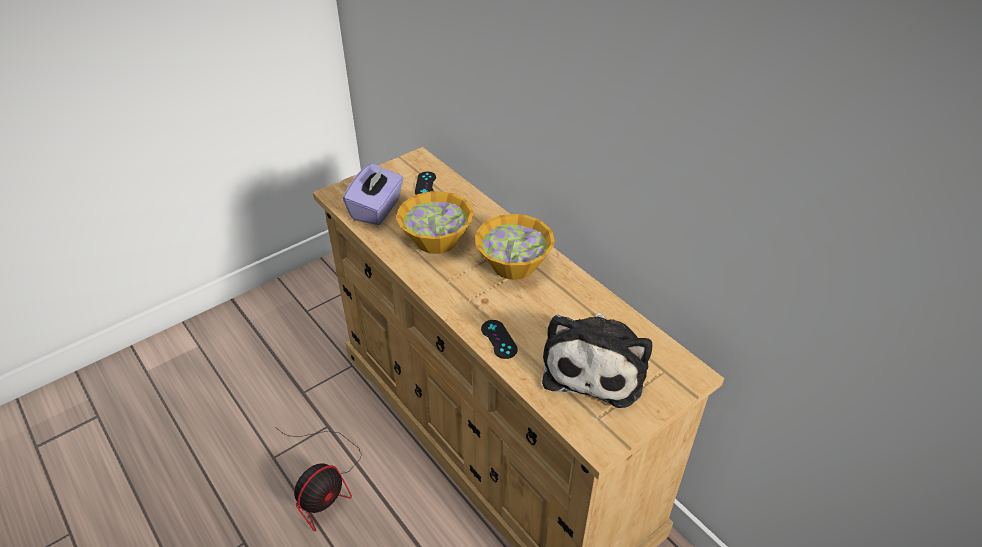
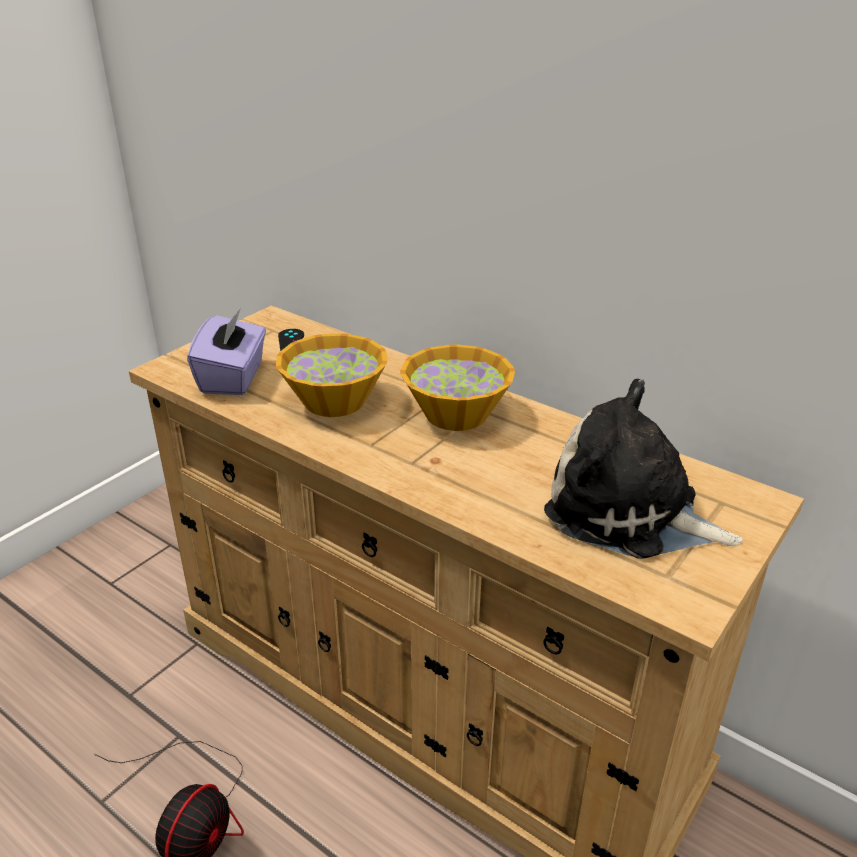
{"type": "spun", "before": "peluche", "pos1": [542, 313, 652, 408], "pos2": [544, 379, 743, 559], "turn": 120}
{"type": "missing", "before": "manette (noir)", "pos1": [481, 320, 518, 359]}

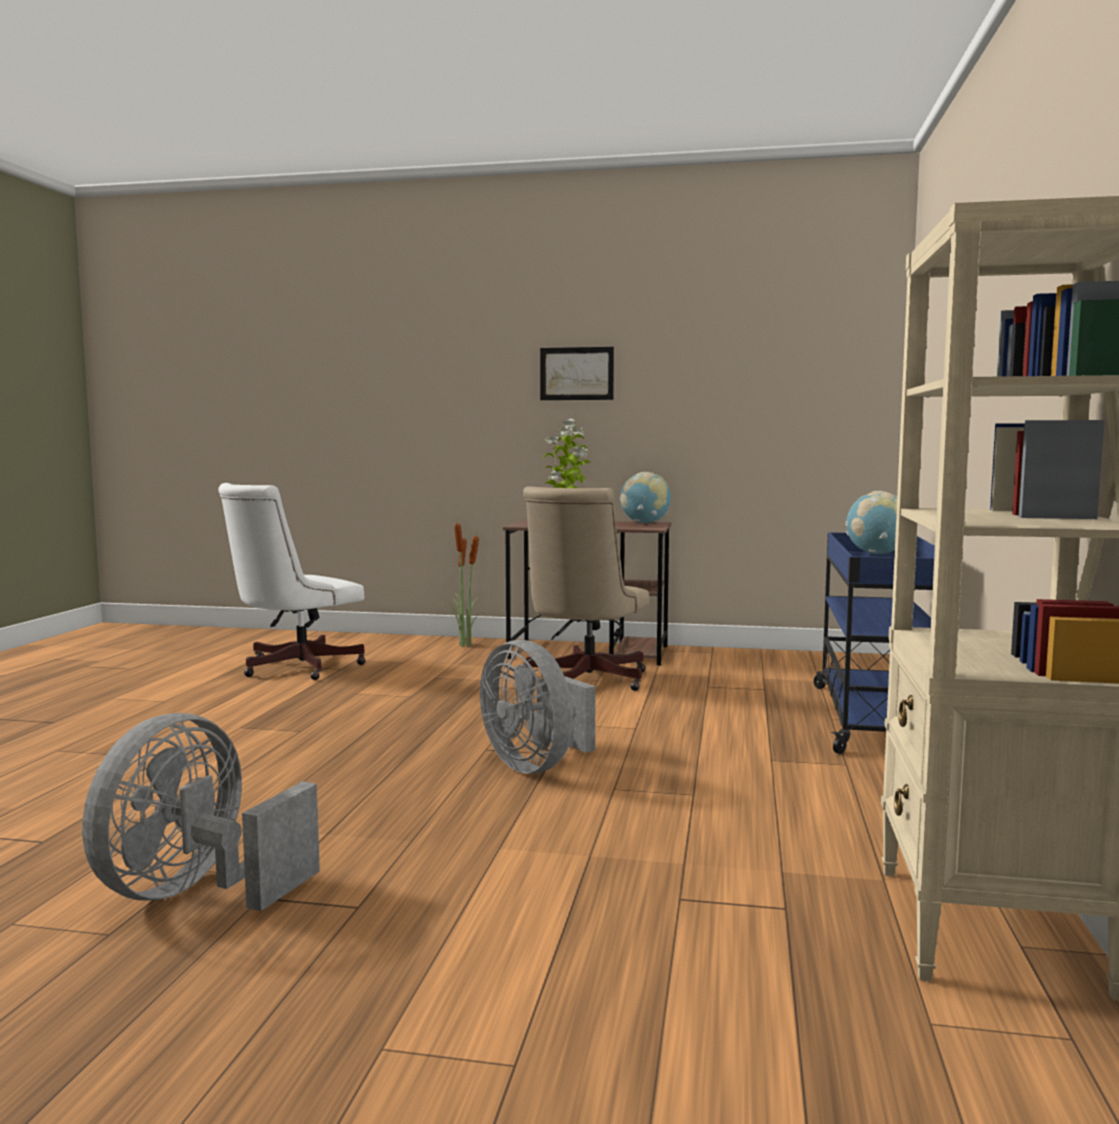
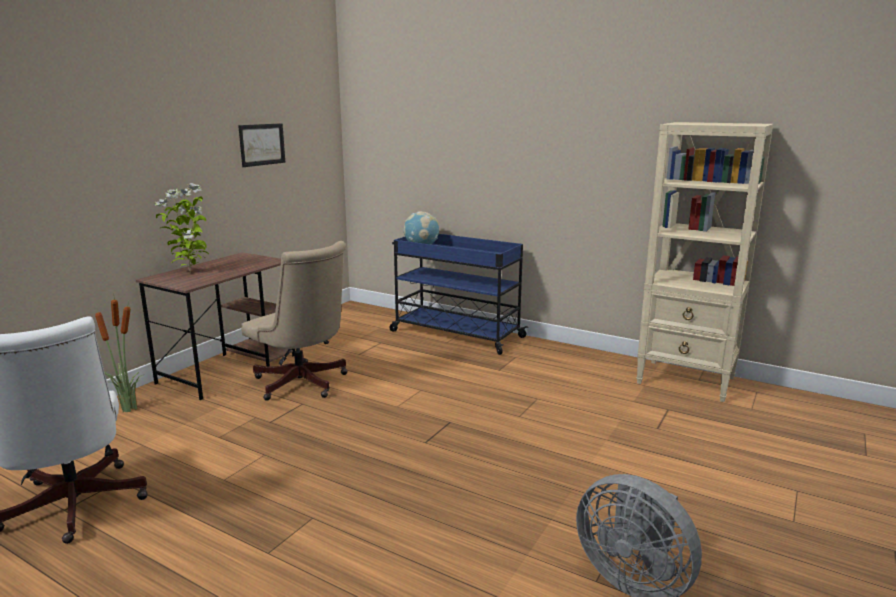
{"type": "relocated", "before": "tableau", "pos1": [540, 347, 614, 400], "pos2": [238, 123, 285, 167]}
{"type": "missing", "before": "ventilateur (gris)", "pos1": [480, 640, 596, 774]}
{"type": "missing", "before": "globe", "pos1": [620, 472, 671, 523]}

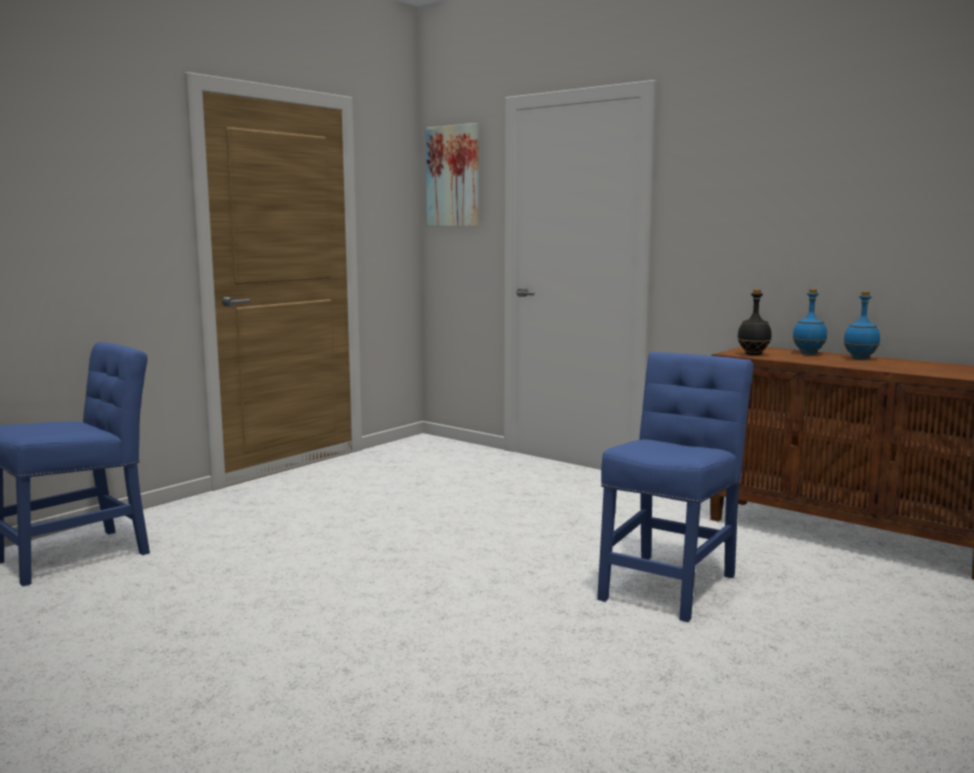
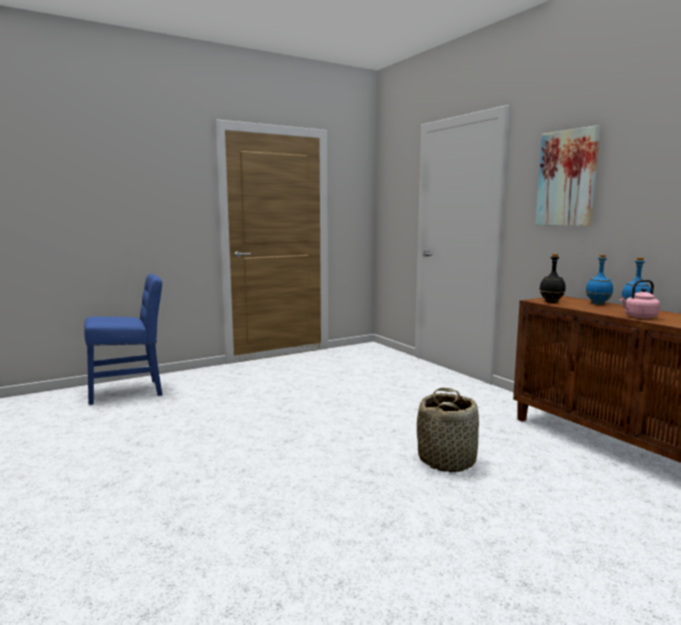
{"type": "exchanged", "before": "chaise (bleu)", "after": "panier", "pos1": [597, 352, 753, 622], "pos2": [417, 388, 479, 472]}
{"type": "relocated", "before": "tableau", "pos1": [426, 123, 479, 226], "pos2": [535, 125, 600, 226]}
{"type": "appeared", "after": "bouilloire (rose)", "pos2": [619, 280, 660, 319]}

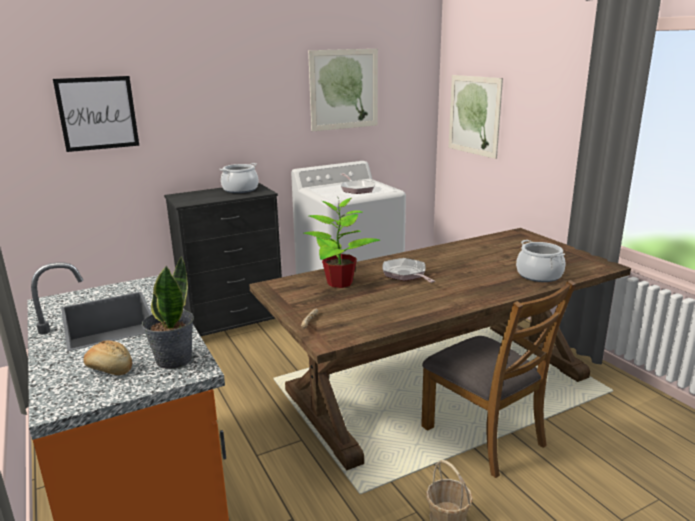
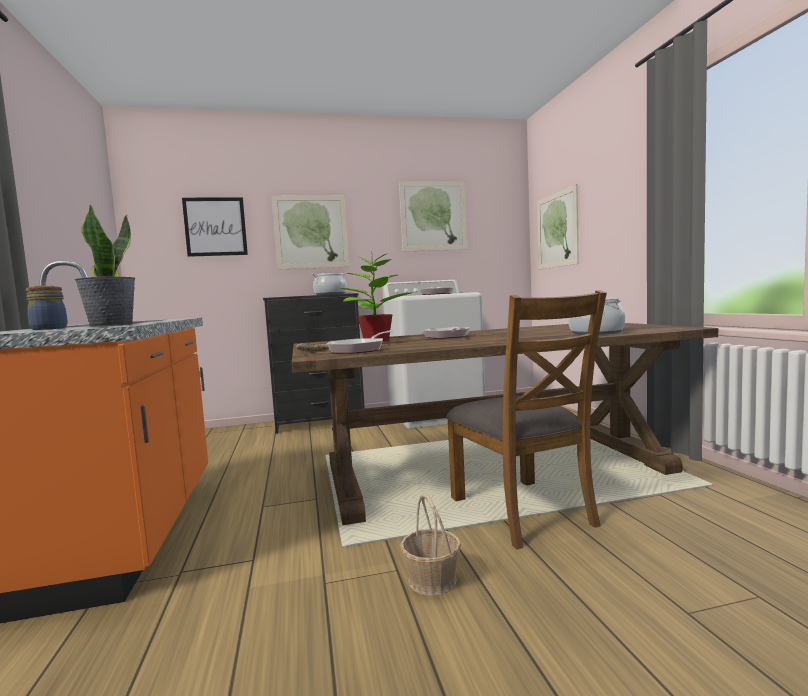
{"type": "exchanged", "before": "pain", "after": "bocal", "pos1": [84, 340, 132, 375], "pos2": [26, 286, 68, 330]}
{"type": "appeared", "after": "tableau", "pos2": [272, 195, 350, 270]}
{"type": "appeared", "after": "poêle", "pos2": [327, 331, 393, 354]}

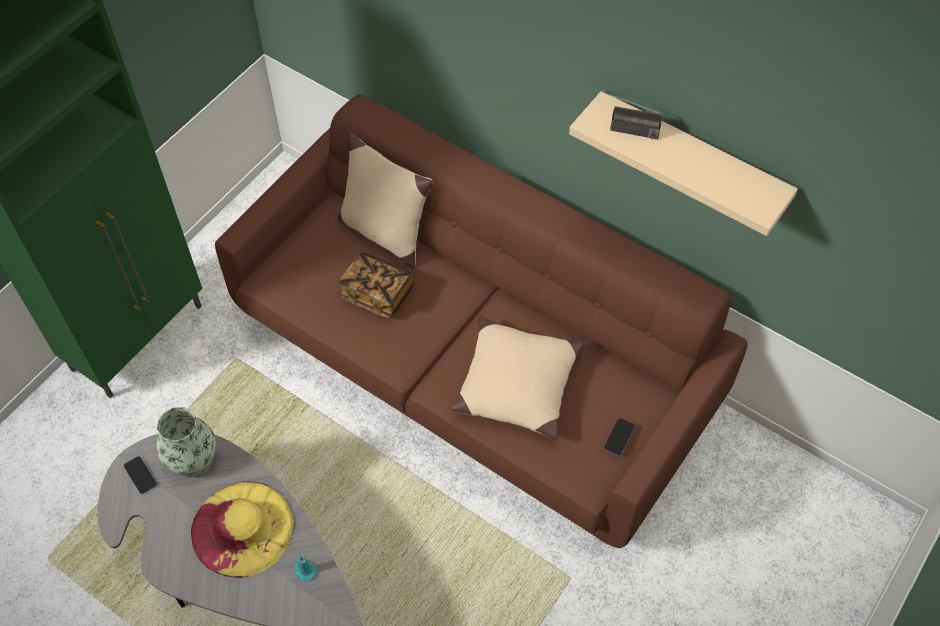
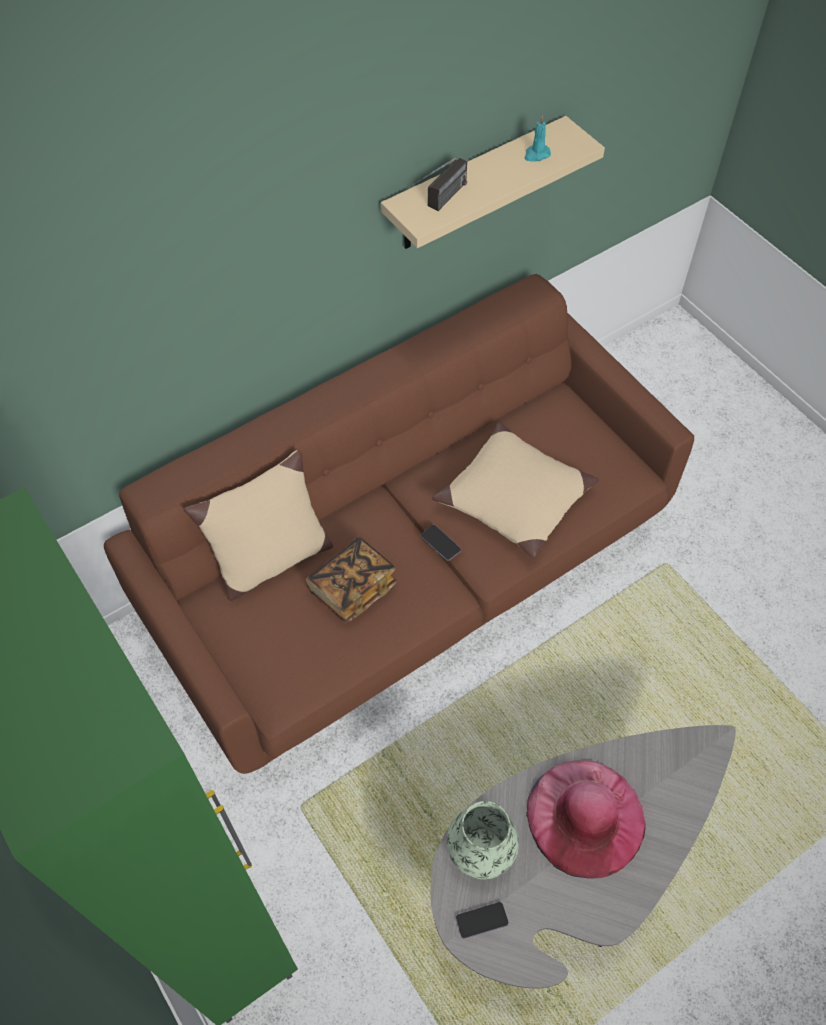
{"type": "relocated", "before": "téléphone", "pos1": [604, 418, 635, 456], "pos2": [421, 525, 461, 561]}
{"type": "relocated", "before": "bougie (turquoise)", "pos1": [294, 555, 317, 582], "pos2": [525, 115, 551, 162]}
{"type": "colour", "before": "chapeau (jaune)", "after": "chapeau (rose)", "pos1": [191, 481, 294, 578], "pos2": [526, 760, 646, 879]}

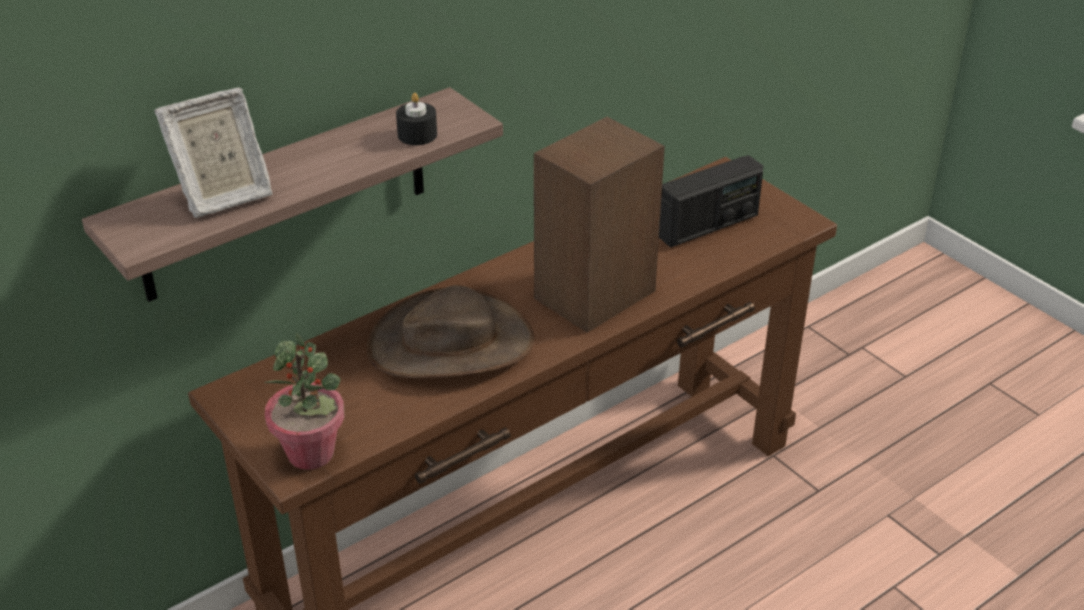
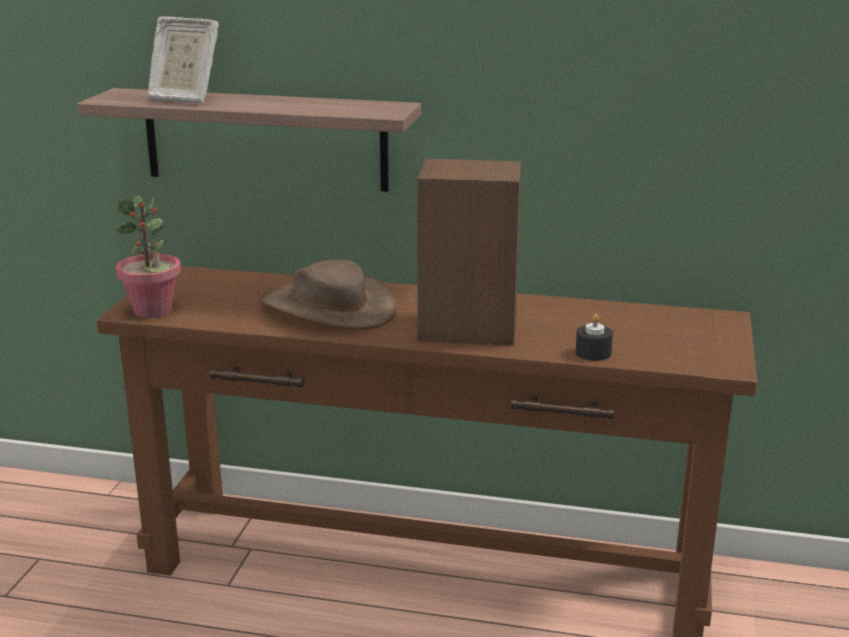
{"type": "relocated", "before": "bougie (noir)", "pos1": [396, 93, 437, 145], "pos2": [576, 314, 613, 361]}
{"type": "missing", "before": "radio", "pos1": [659, 155, 763, 247]}

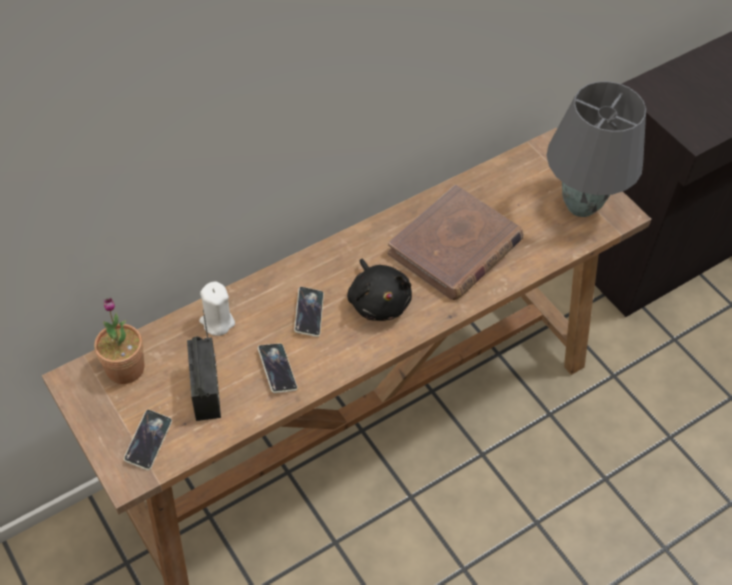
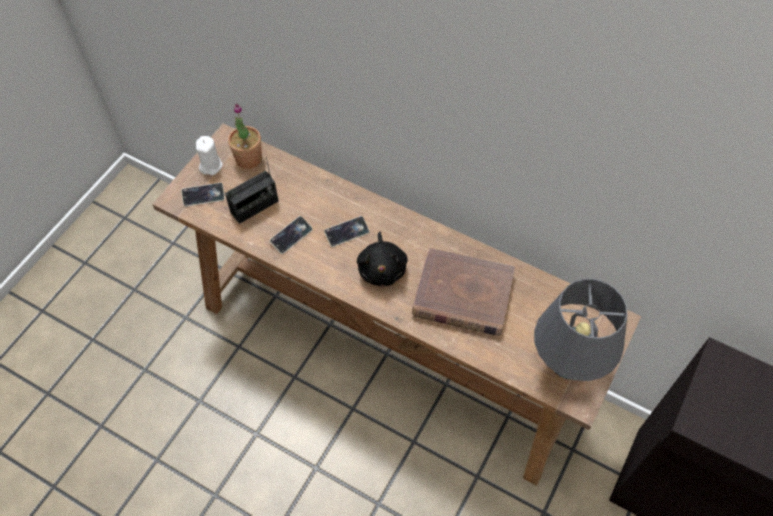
{"type": "relocated", "before": "bougie (blanc)", "pos1": [199, 282, 235, 336], "pos2": [196, 136, 223, 175]}
{"type": "spun", "before": "peluche (noir)", "pos1": [347, 259, 412, 321], "pos2": [357, 232, 408, 286], "turn": -45}

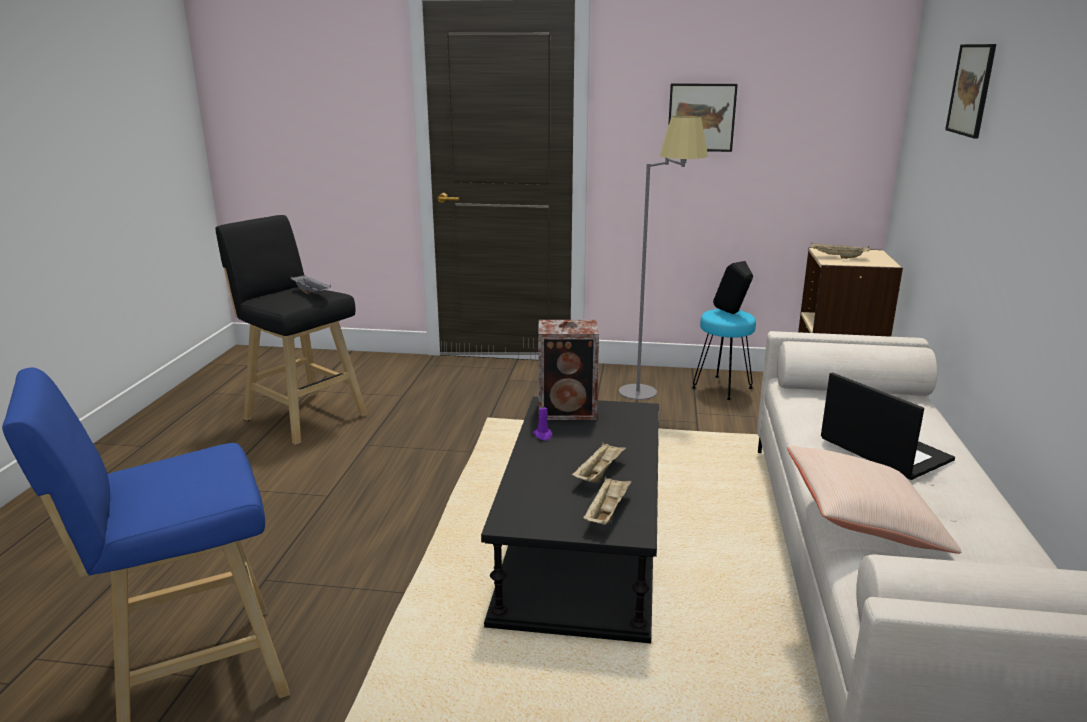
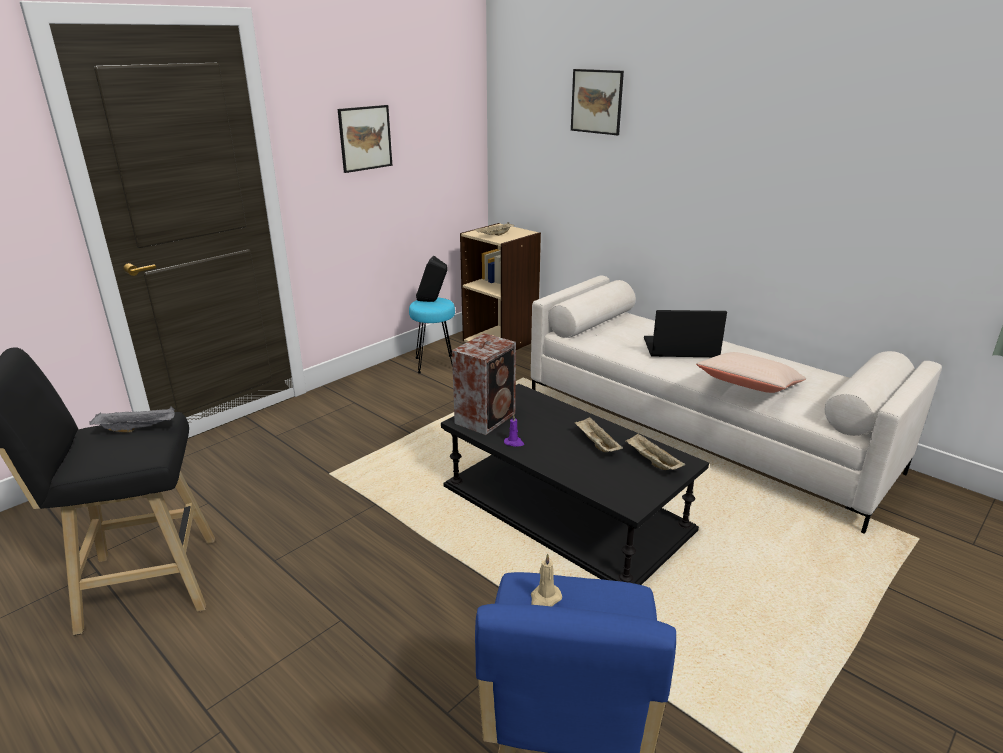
{"type": "appeared", "after": "bougie (beige)", "pos2": [531, 553, 562, 606]}
{"type": "missing", "before": "lampadaire (gris)", "pos1": [619, 116, 708, 400]}

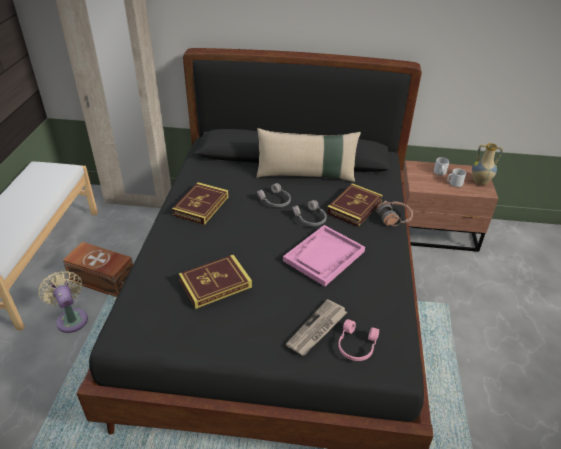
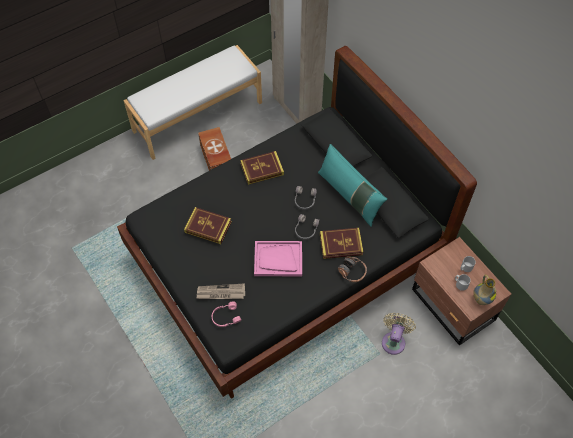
{"type": "colour", "before": "coussin (beige)", "after": "coussin (turquoise)", "pos1": [256, 128, 361, 182], "pos2": [318, 144, 387, 227]}
{"type": "relocated", "before": "ventilateur (beige)", "pos1": [38, 271, 88, 333], "pos2": [382, 313, 416, 355]}

